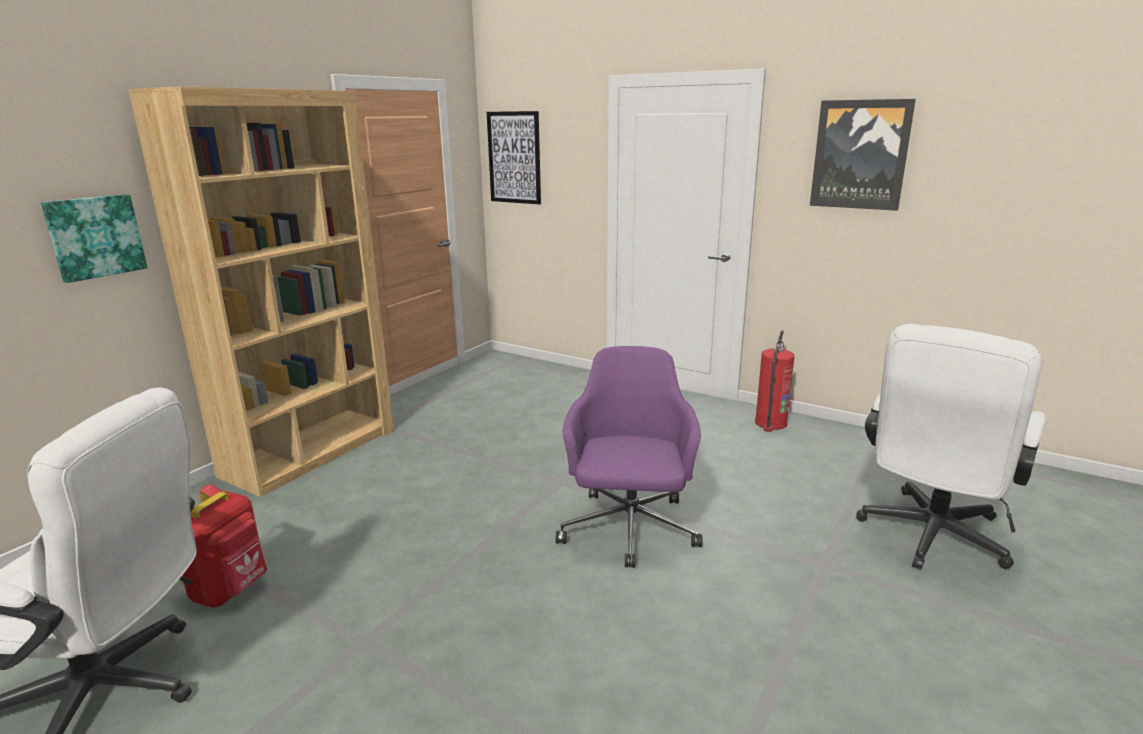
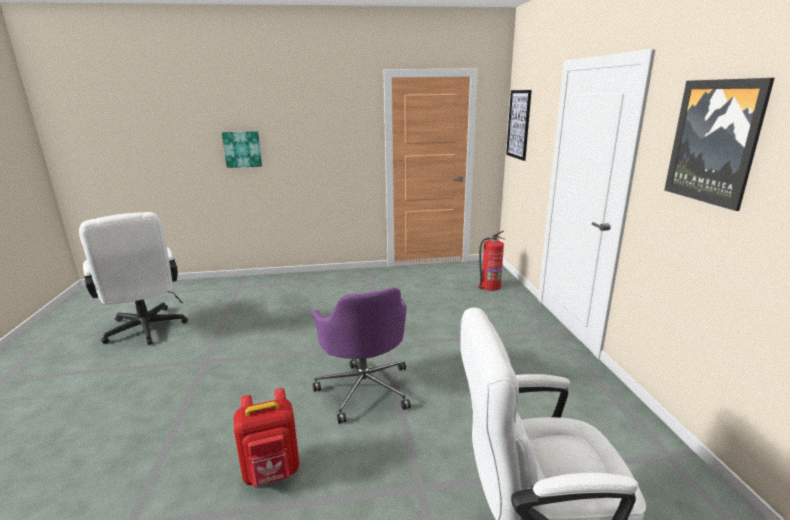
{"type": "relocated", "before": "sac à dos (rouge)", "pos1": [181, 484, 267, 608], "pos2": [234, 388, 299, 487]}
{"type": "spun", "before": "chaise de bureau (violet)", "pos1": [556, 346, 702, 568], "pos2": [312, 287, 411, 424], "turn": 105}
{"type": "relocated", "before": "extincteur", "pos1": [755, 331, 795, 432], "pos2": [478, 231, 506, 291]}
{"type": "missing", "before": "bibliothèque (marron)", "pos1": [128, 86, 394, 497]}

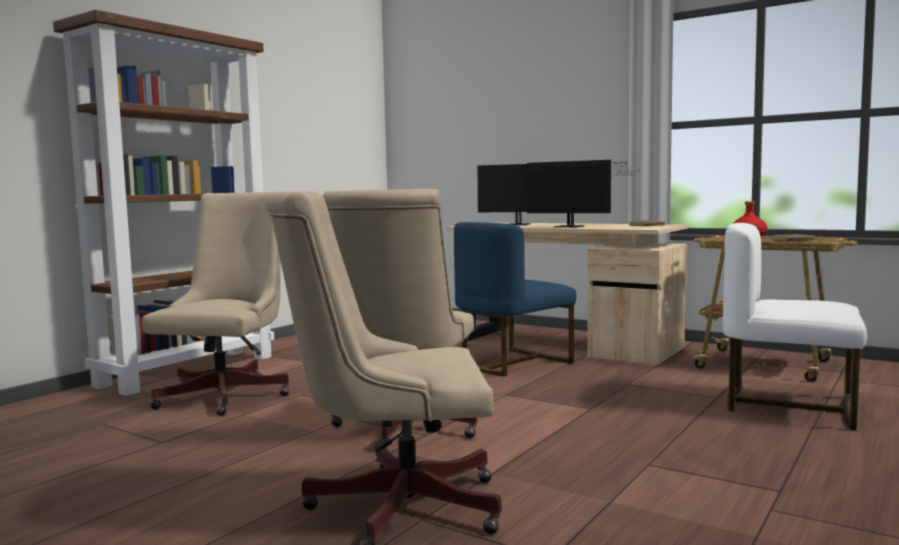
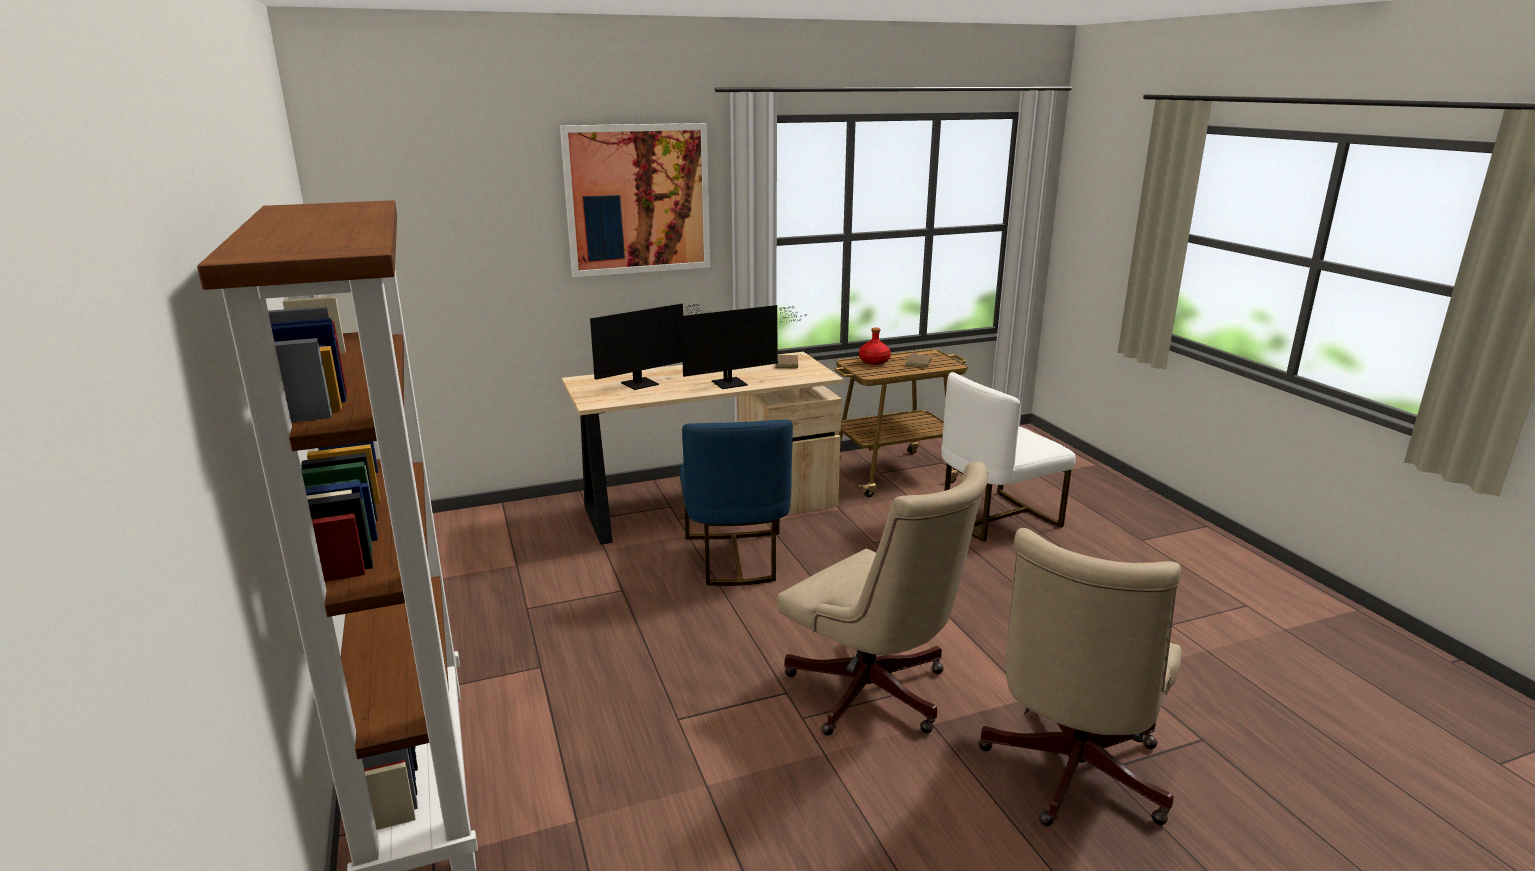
{"type": "appeared", "after": "tableau", "pos2": [560, 123, 710, 277]}
{"type": "missing", "before": "chaise de bureau (beige)", "pos1": [142, 192, 289, 416]}

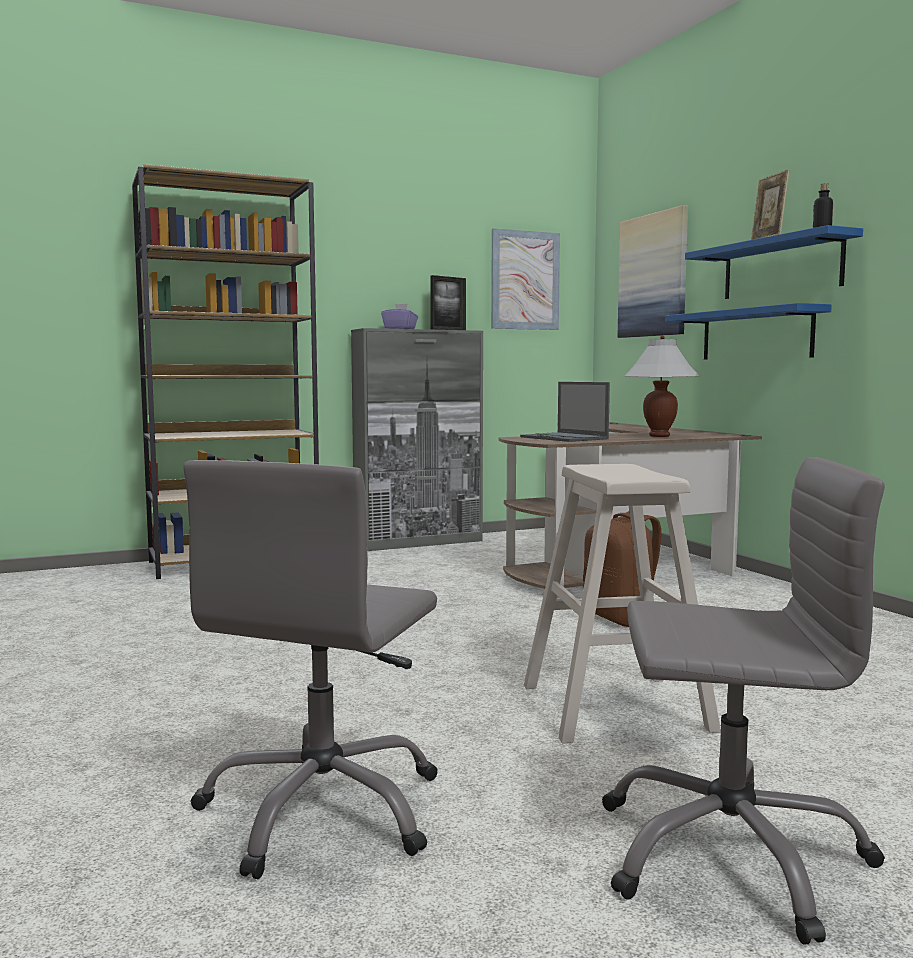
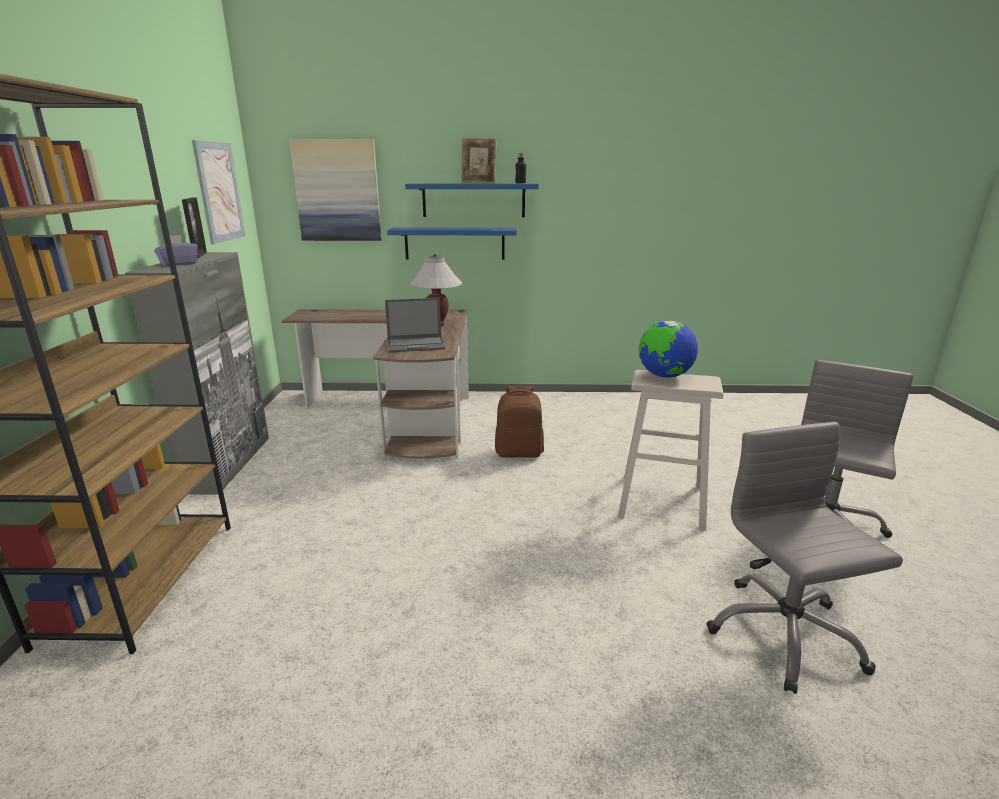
{"type": "appeared", "after": "globe", "pos2": [639, 320, 698, 378]}
{"type": "spun", "before": "chaise de bureau (gris)", "pos1": [183, 460, 438, 879], "pos2": [706, 422, 903, 694], "turn": -150}

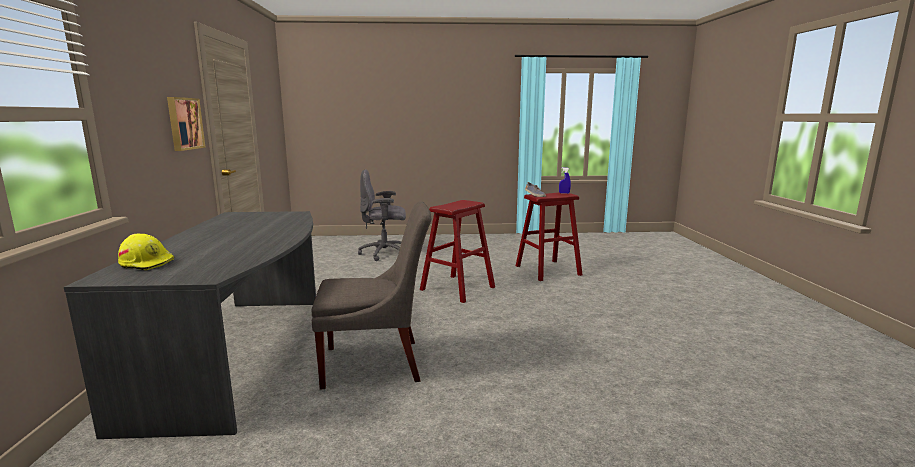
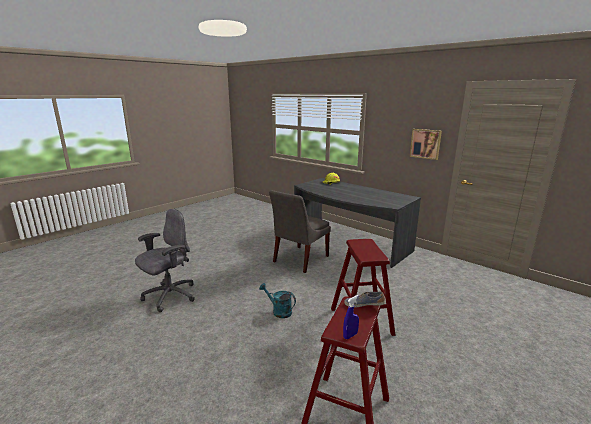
{"type": "relocated", "before": "chaise de bureau (gris)", "pos1": [358, 169, 406, 261], "pos2": [135, 209, 195, 312]}
{"type": "appeared", "after": "arrosoir (turquoise)", "pos2": [259, 283, 296, 318]}

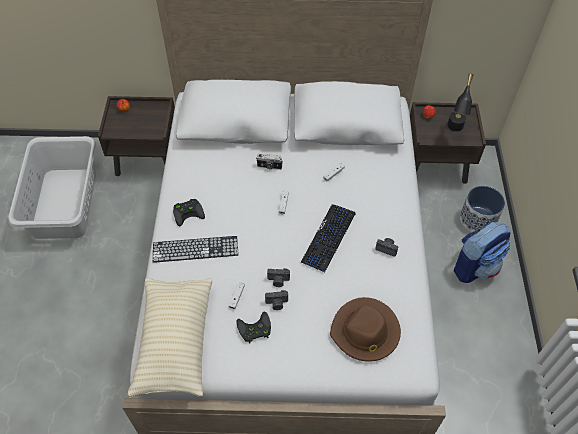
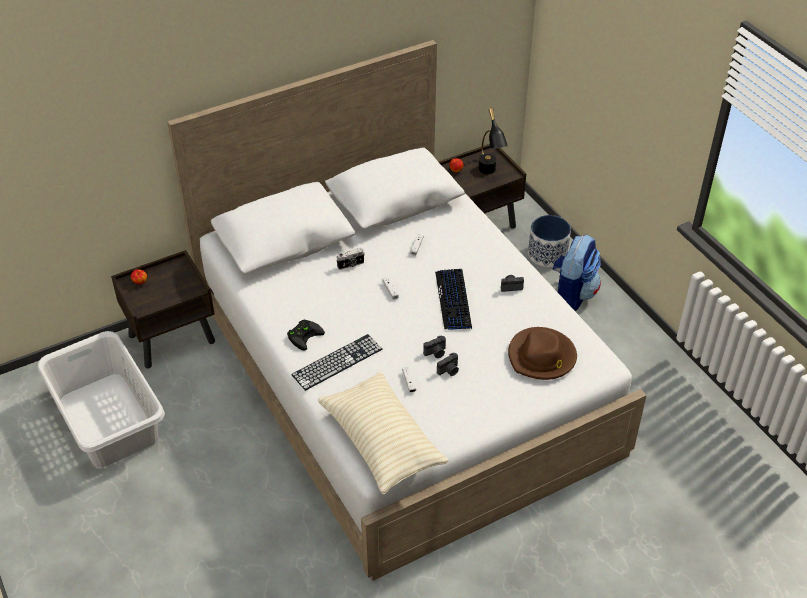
{"type": "missing", "before": "manette (noir)", "pos1": [237, 311, 271, 344]}

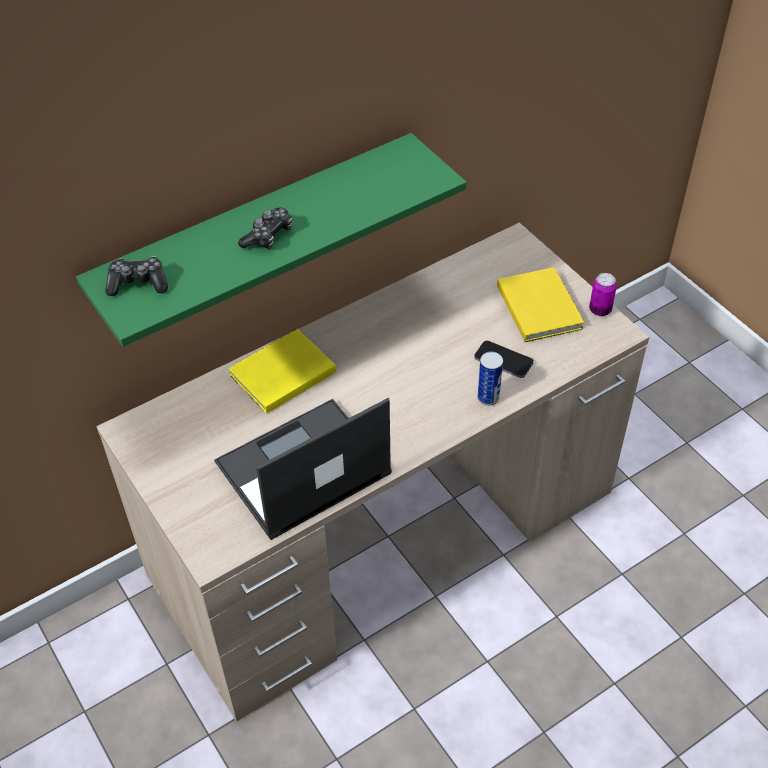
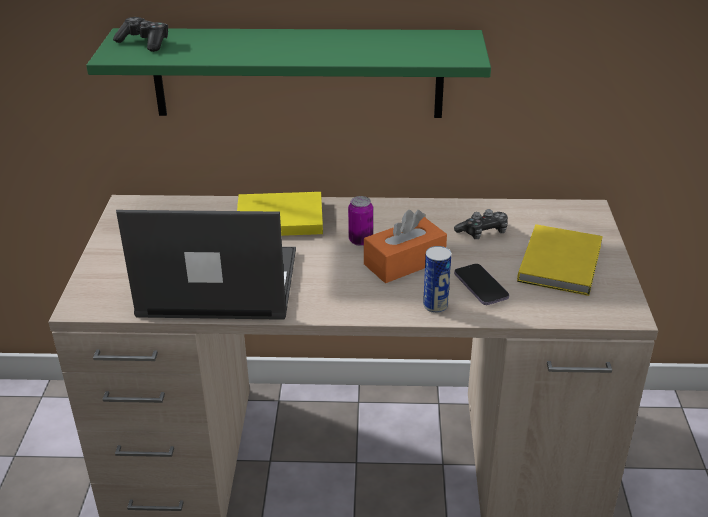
{"type": "relocated", "before": "boîte métallique", "pos1": [589, 273, 617, 316], "pos2": [348, 196, 373, 246]}
{"type": "appeared", "after": "boîte à mouchoirs (orange)", "pos2": [364, 210, 447, 283]}
{"type": "relocated", "before": "manette", "pos1": [238, 208, 293, 249], "pos2": [454, 209, 508, 239]}

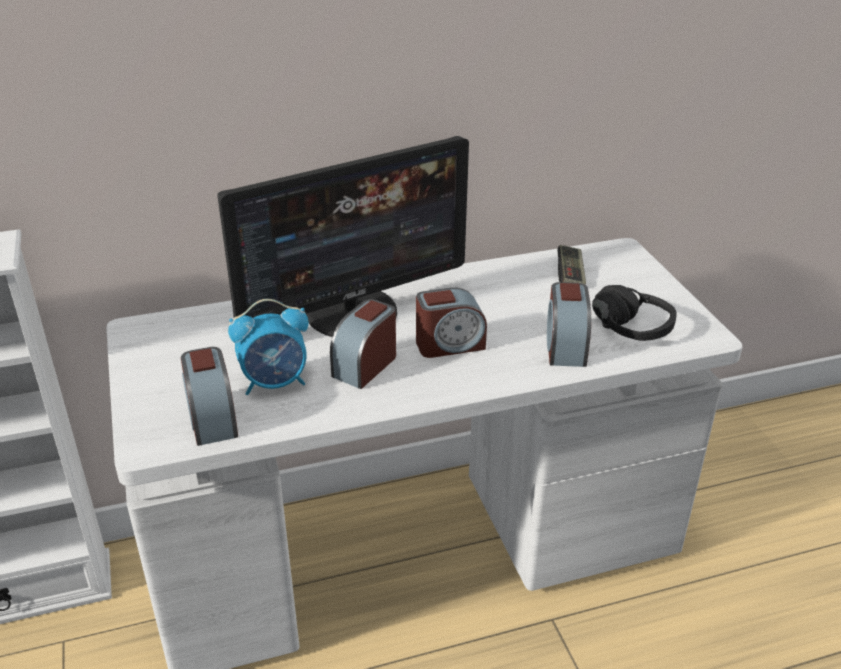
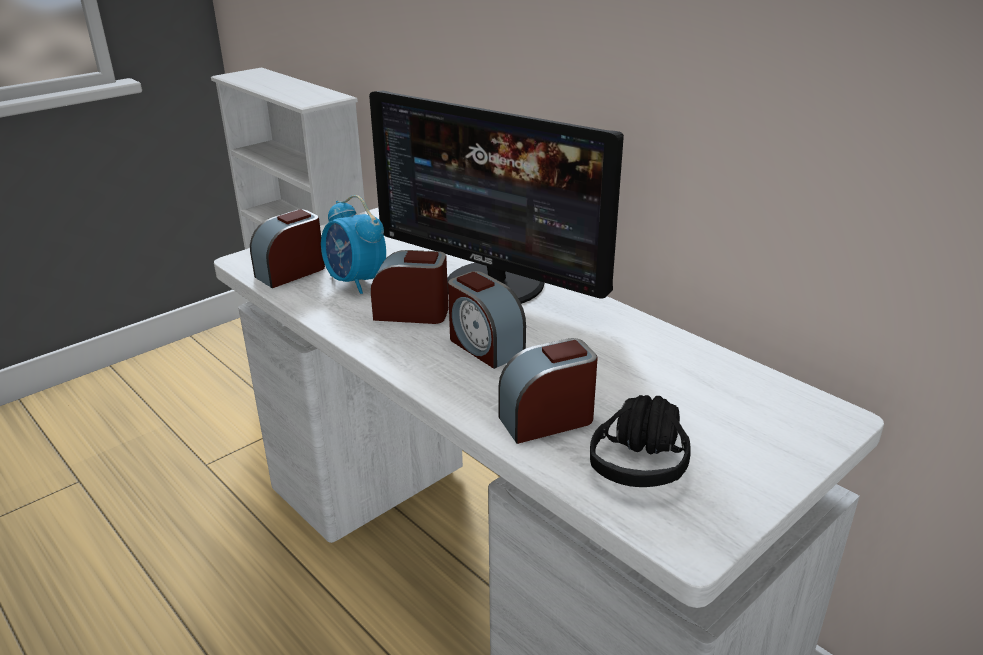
{"type": "missing", "before": "manette", "pos1": [557, 245, 586, 285]}

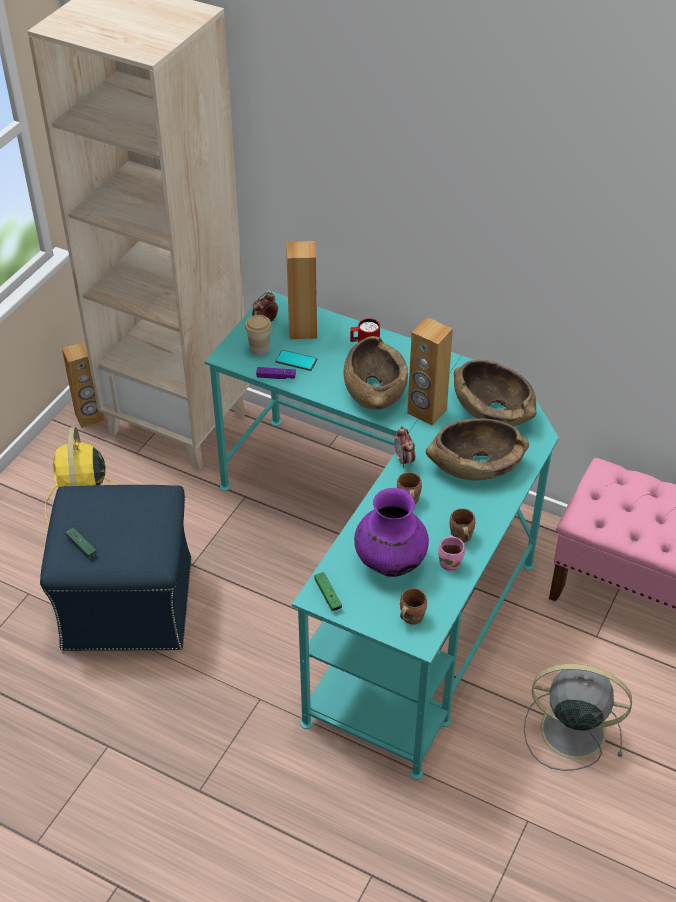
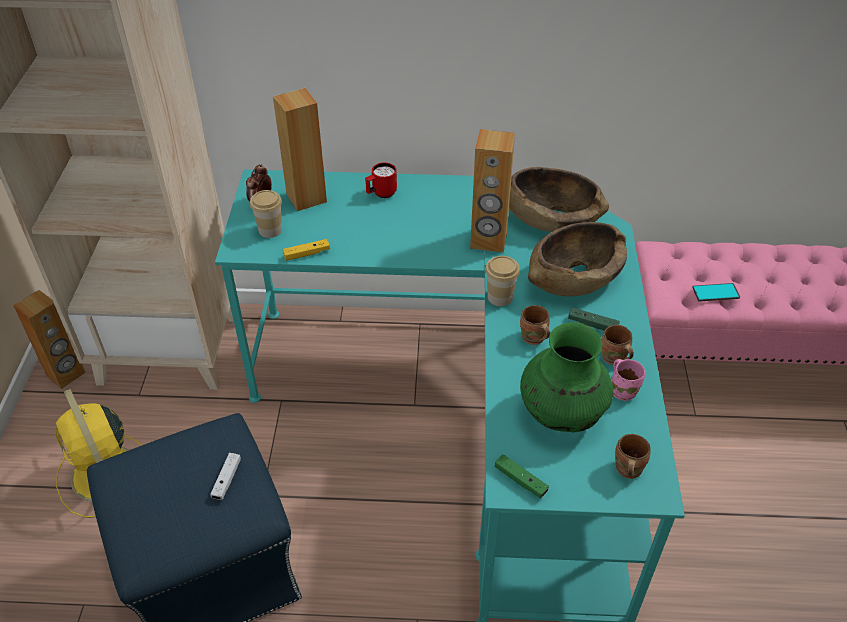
{"type": "appeared", "after": "manette (blanc)", "pos2": [210, 453, 241, 500]}
{"type": "colour", "before": "manette (violet)", "after": "manette (jaune)", "pos1": [256, 367, 296, 379], "pos2": [283, 239, 330, 261]}
{"type": "exchanged", "before": "réveil", "after": "tasse", "pos1": [394, 426, 415, 467], "pos2": [485, 256, 520, 306]}
{"type": "colour", "before": "vase (violet)", "after": "vase (vert)", "pos1": [354, 488, 429, 577], "pos2": [520, 322, 613, 432]}
{"type": "relocated", "before": "manette (vert)", "pos1": [65, 528, 97, 559], "pos2": [568, 308, 620, 331]}
{"type": "relocated", "before": "téléphone", "pos1": [275, 350, 317, 371], "pos2": [692, 283, 740, 302]}
{"type": "missing", "before": "bol (marron)", "pos1": [344, 336, 408, 410]}
{"type": "missing", "before": "ventilateur (gris)", "pos1": [524, 664, 632, 771]}

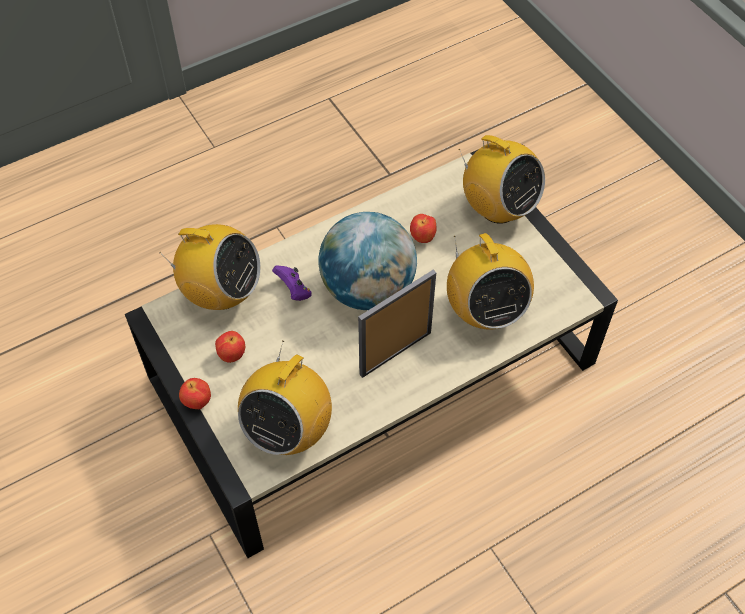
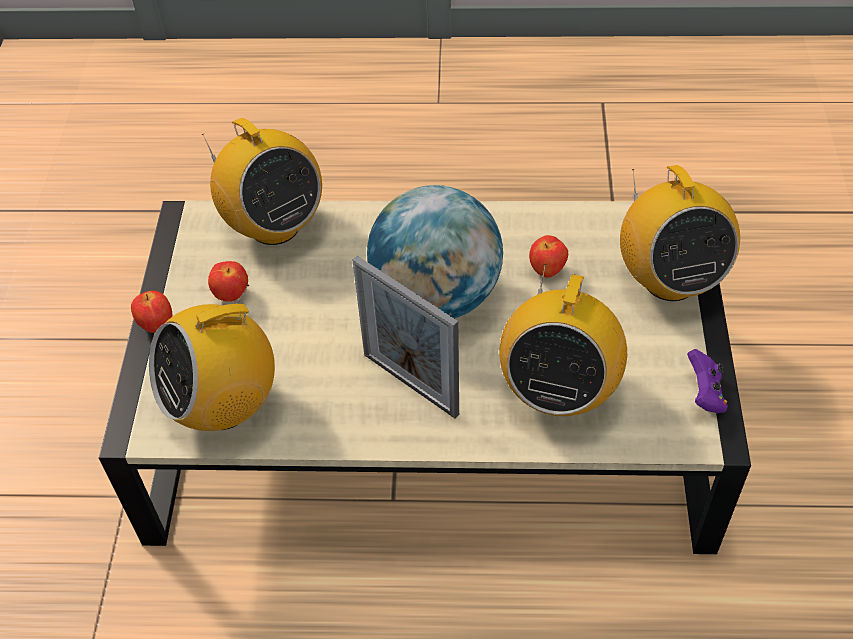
{"type": "spun", "before": "cadre photo", "pos1": [358, 270, 436, 378], "pos2": [353, 256, 459, 418], "turn": -135}
{"type": "relocated", "before": "manette (violet)", "pos1": [272, 265, 312, 301], "pos2": [687, 349, 728, 413]}

